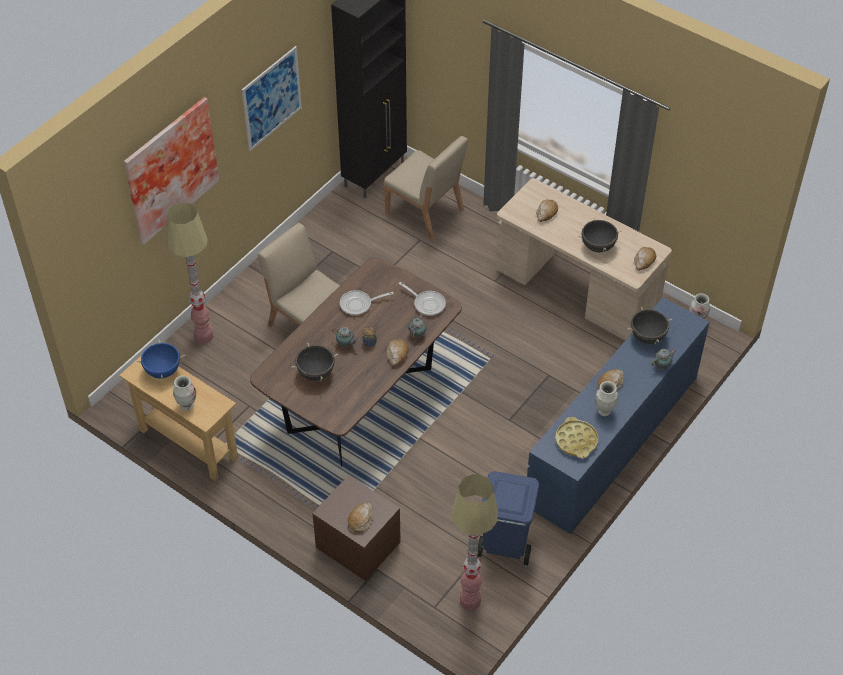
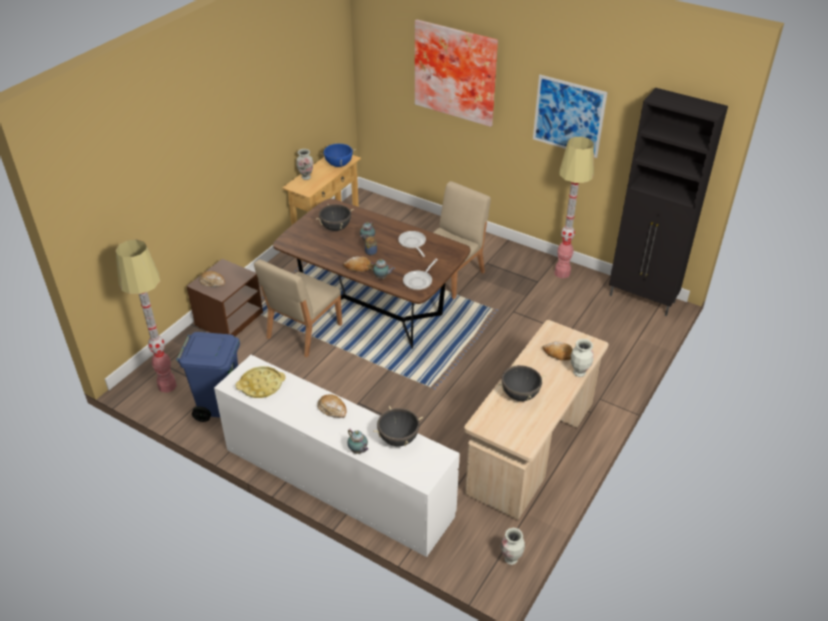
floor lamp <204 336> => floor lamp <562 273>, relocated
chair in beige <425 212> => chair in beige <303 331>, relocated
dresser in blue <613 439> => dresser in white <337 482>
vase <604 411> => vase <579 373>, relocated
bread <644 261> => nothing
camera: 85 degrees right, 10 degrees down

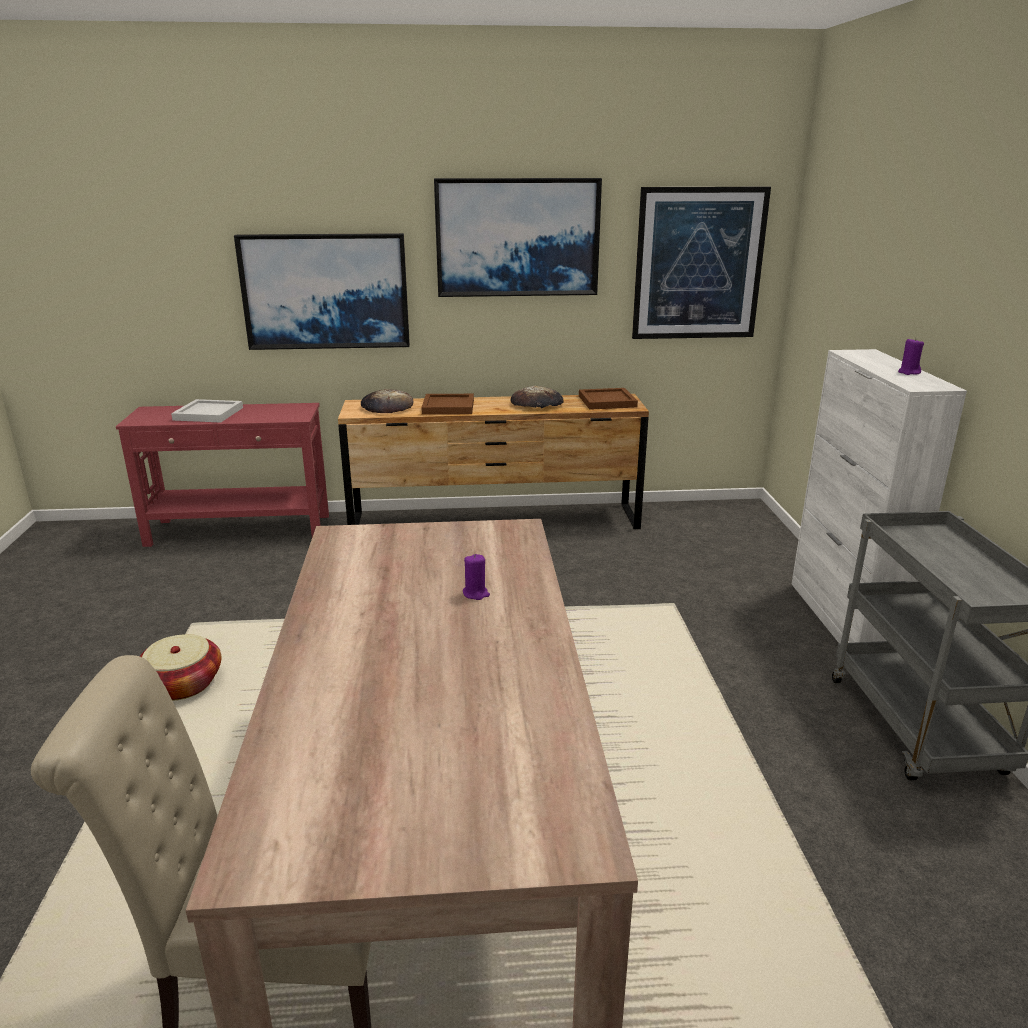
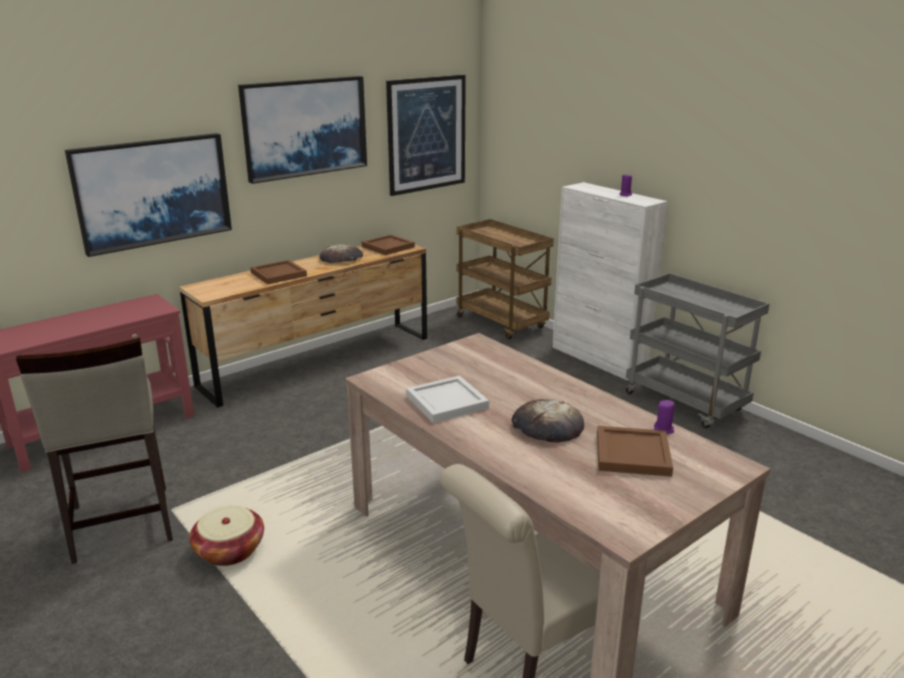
tray in white <209 414> => tray in white <448 402>, relocated
bread <387 406> => bread <547 426>, relocated
candle in purple <476 594> => candle in purple <663 430>, relocated
nothing => stool in beige <121 524>
nothing => cart in brown <502 323>
nothing => tray in brown <631 453>
camera: 35 degrees left, 0 degrees up

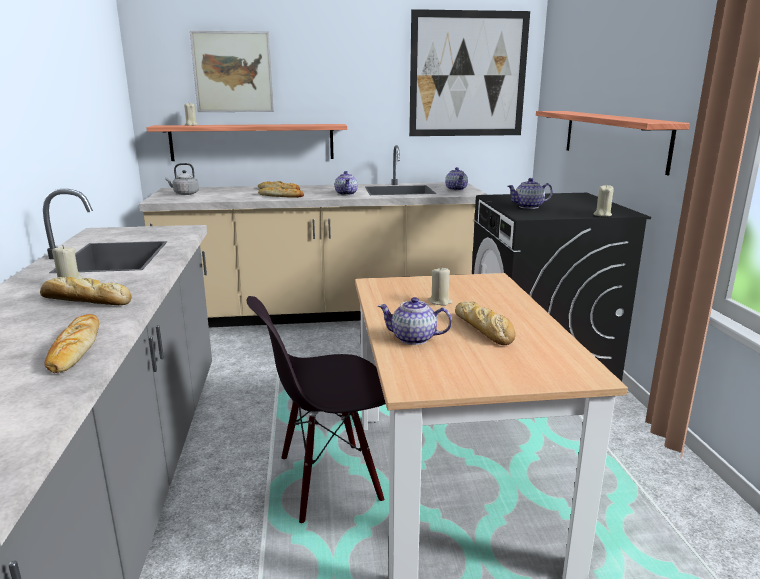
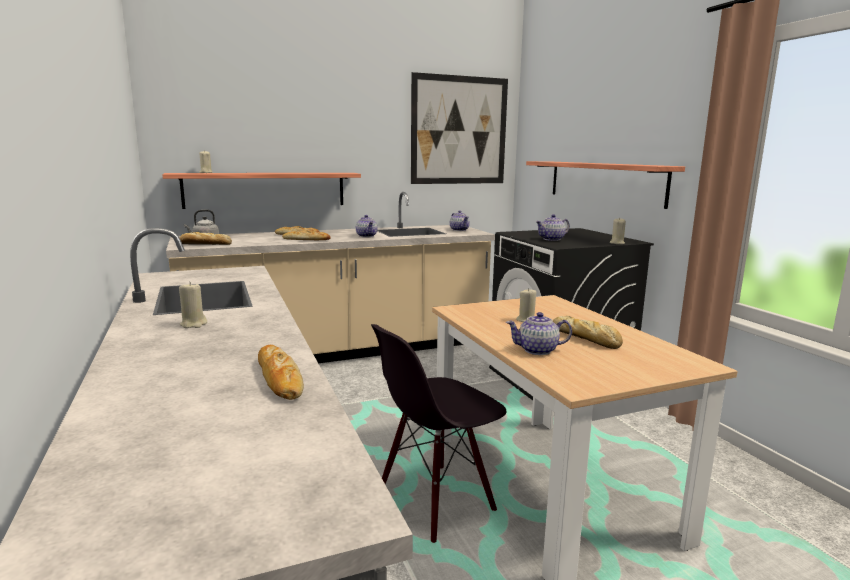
bread <84 301> => bread <204 244>, relocated
picture <233 72> => nothing
camera: 15 degrees left, 5 degrees down

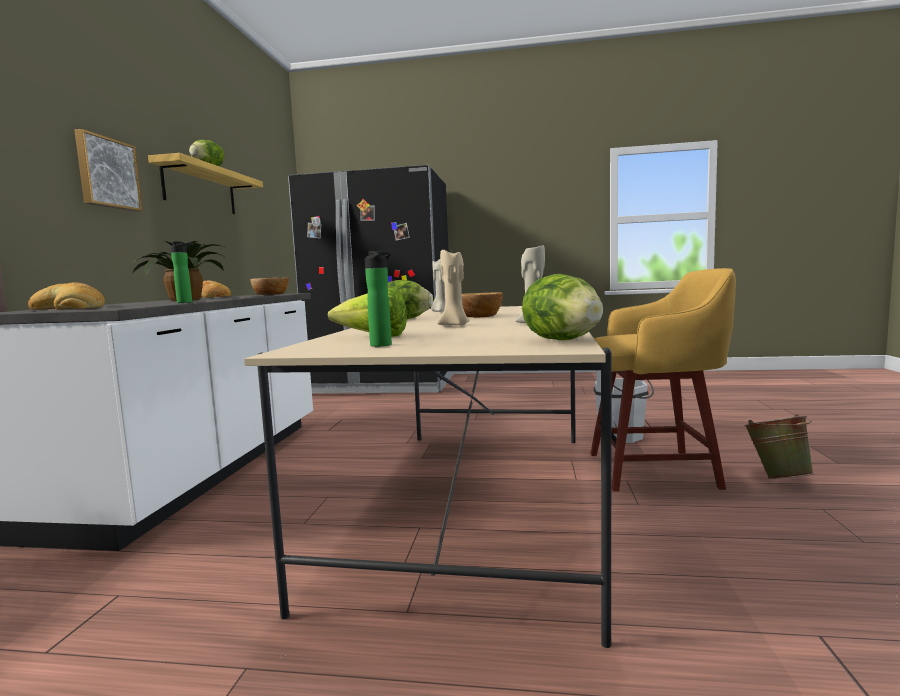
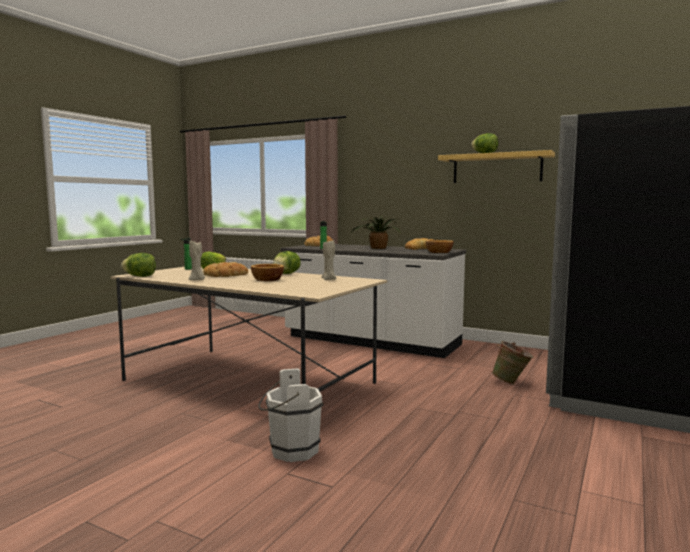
picture <107 173> => nothing
candle in beige <455 325> => bread <226 275>
stool in yellow <657 470> => nothing
bucket in green <777 477> => bucket in green <512 383>, relocated
camera: 110 degrees right, 0 degrees up

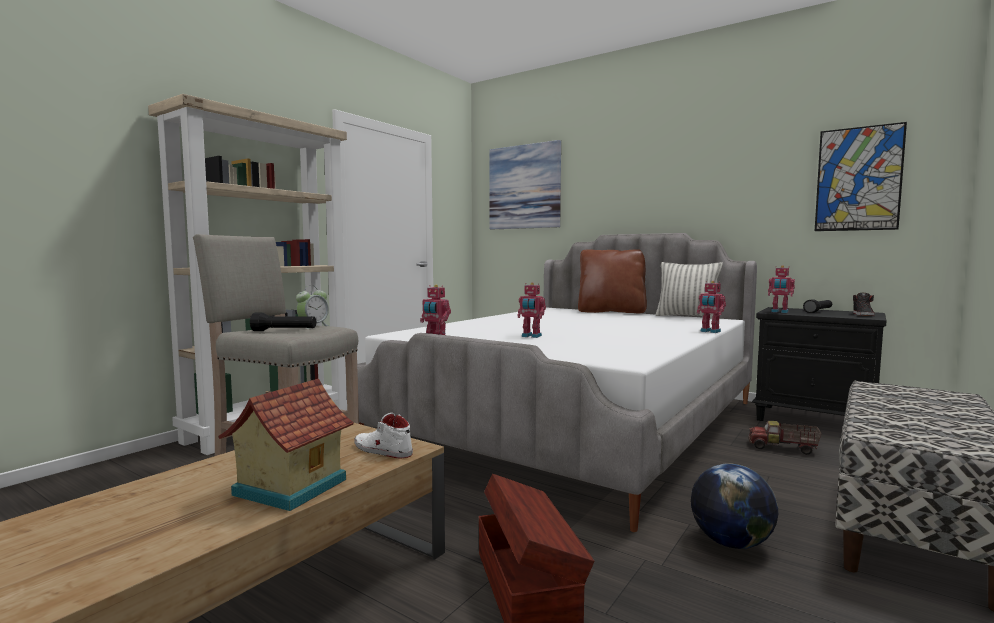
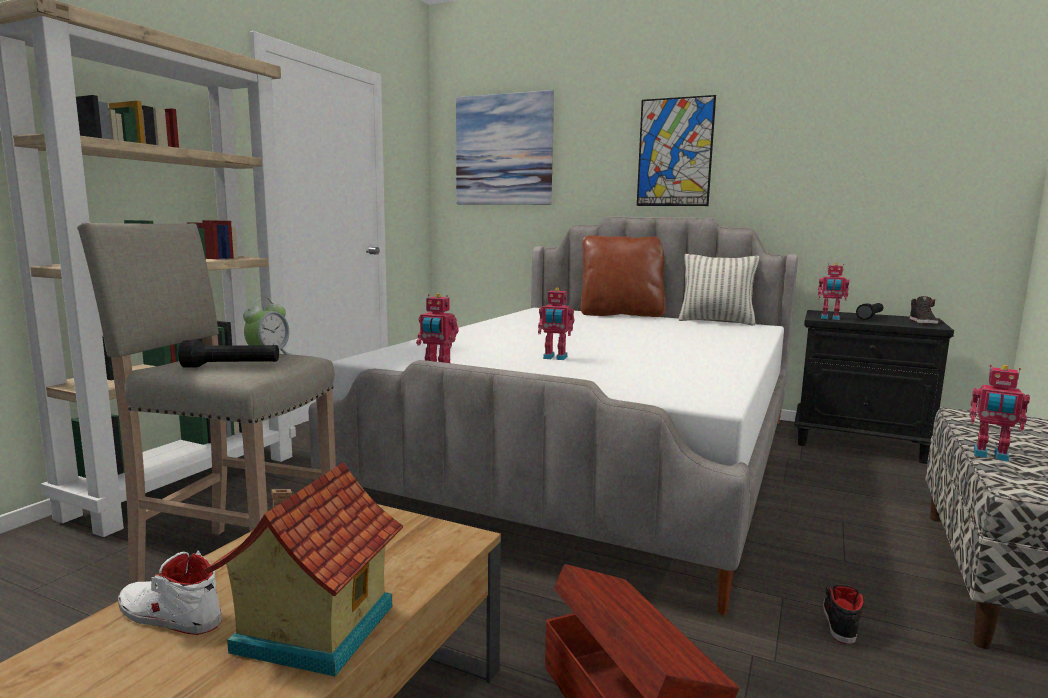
shoe in white <382 450> => shoe in white <168 615>, relocated
globe <730 543> => shoe in black <839 620>
toy robot <710 331> => toy robot <990 455>, relocated
toy truck <783 448> => nothing
picture <858 179> => picture <675 152>, relocated
camera: 10 degrees left, 5 degrees up

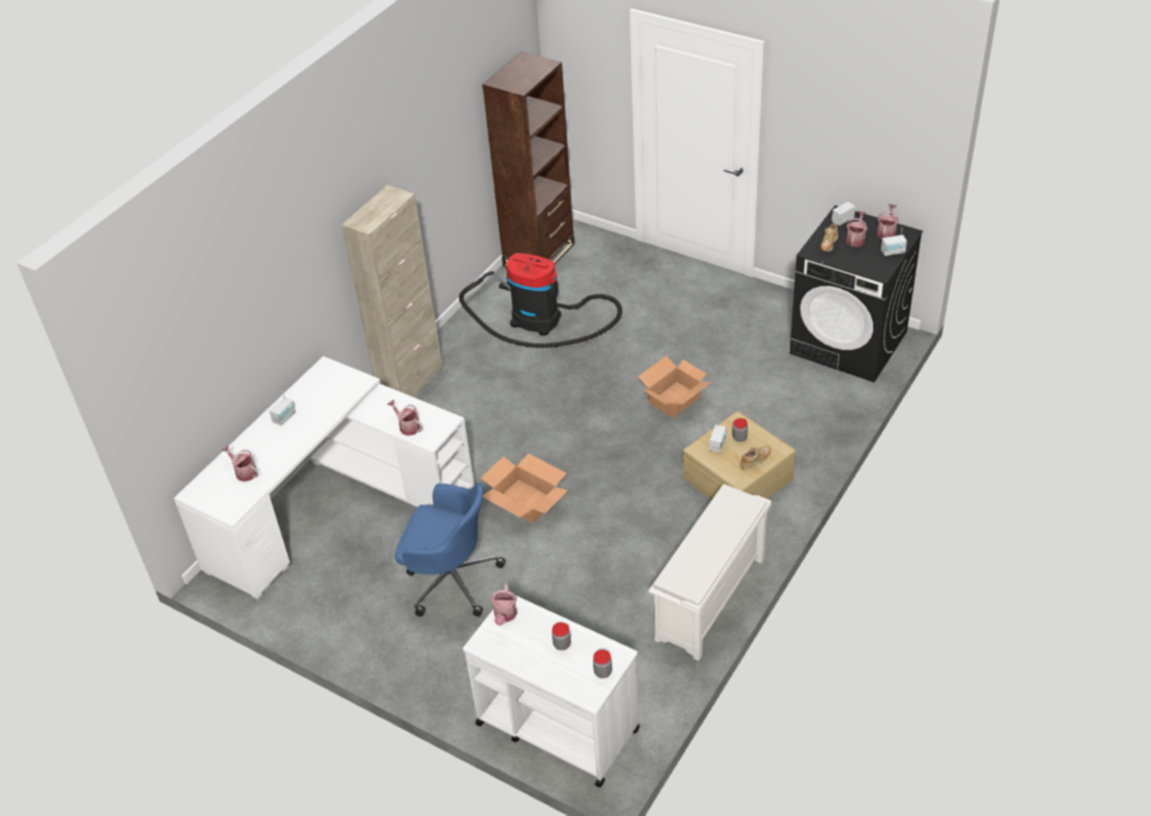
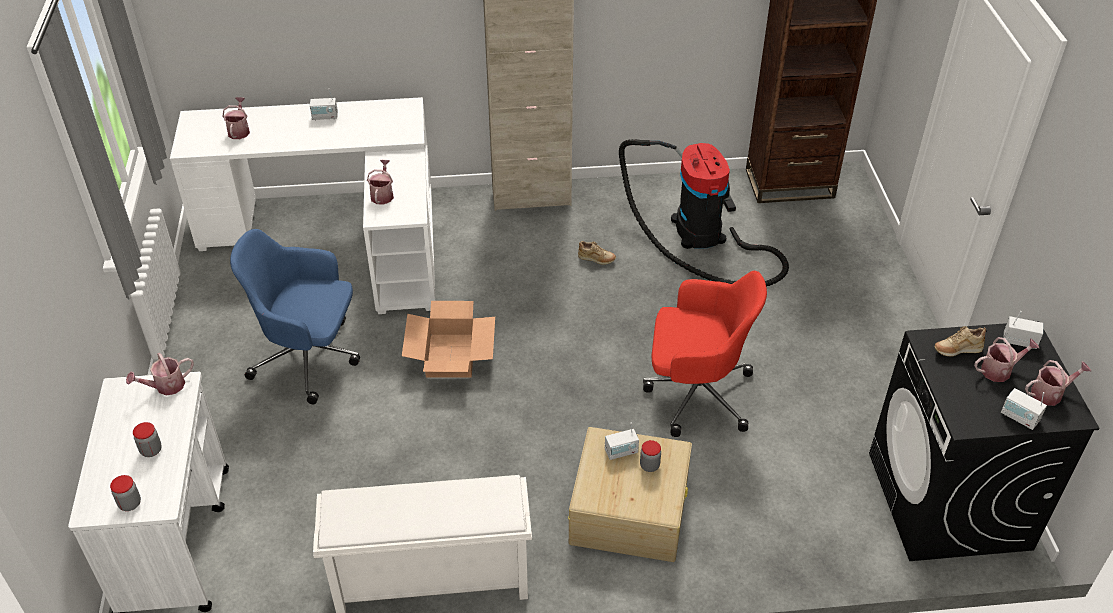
office chair in blue <450 579> => office chair in blue <309 358>, 120 degrees clockwise
cardboard box <675 399> => office chair in red <696 393>
shoe in beige <756 461> => shoe in beige <596 259>, relocated
camera: 50 degrees right, 0 degrees up

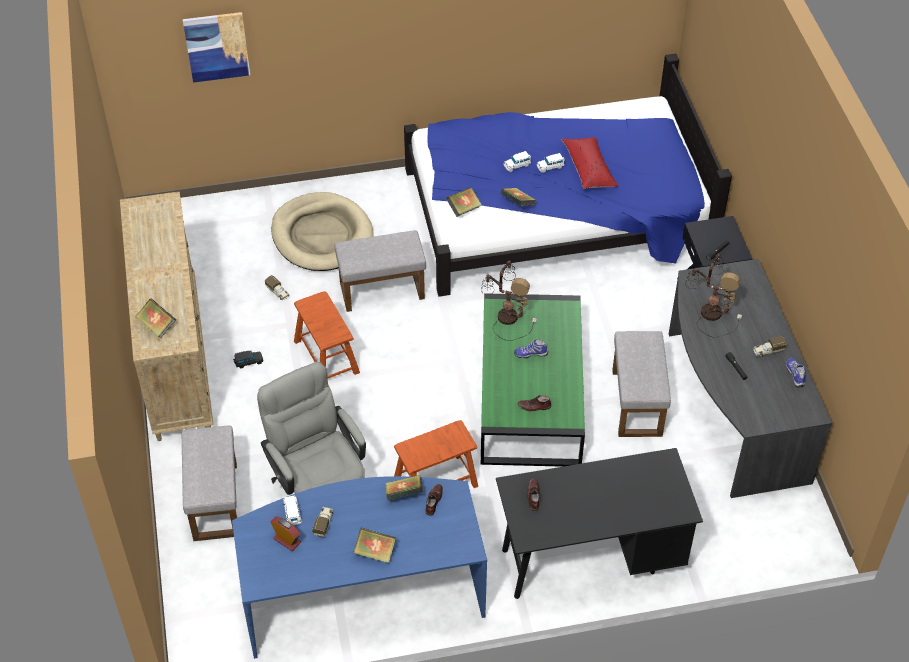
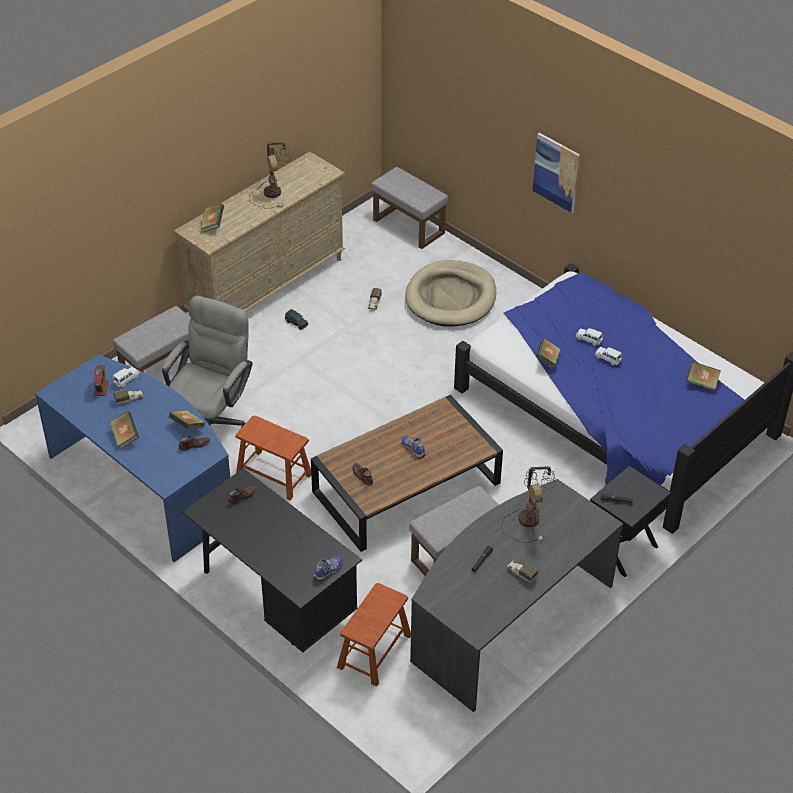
picture <217 46> => picture <556 172>, relocated
stool in brown <326 357> => stool in brown <374 651>, relocated
ottoman in grey <381 291> => ottoman in grey <407 226>, relocated
book <464 209> => book <702 383>, relocated
table lamp <506 316> => table lamp <273 192>, relocated
coffee table in green <531 394> => coffee table in brown <406 488>
pillow in red <588 169> => nothing
shoe <795 375> => shoe <328 571>, relocated
camera: 55 degrees right, 5 degrees down

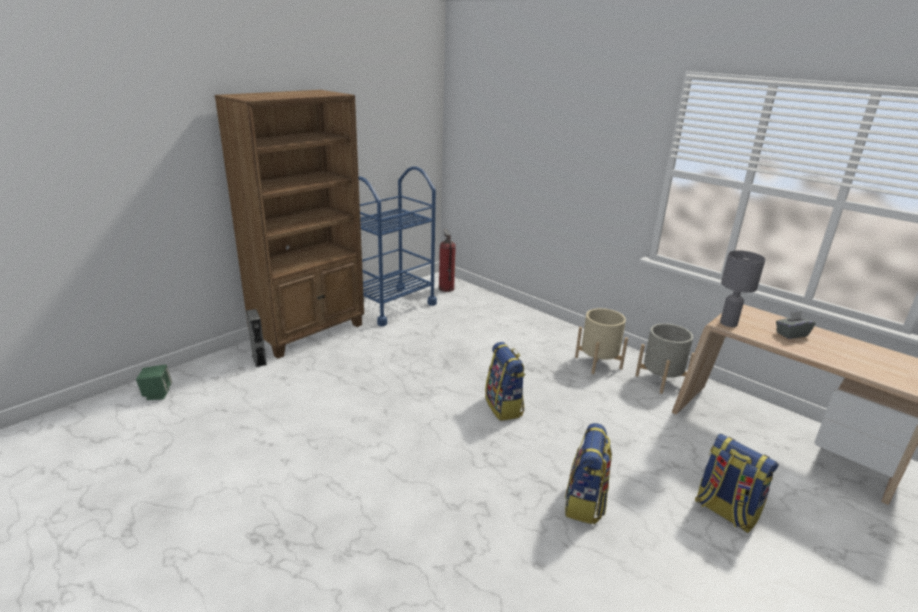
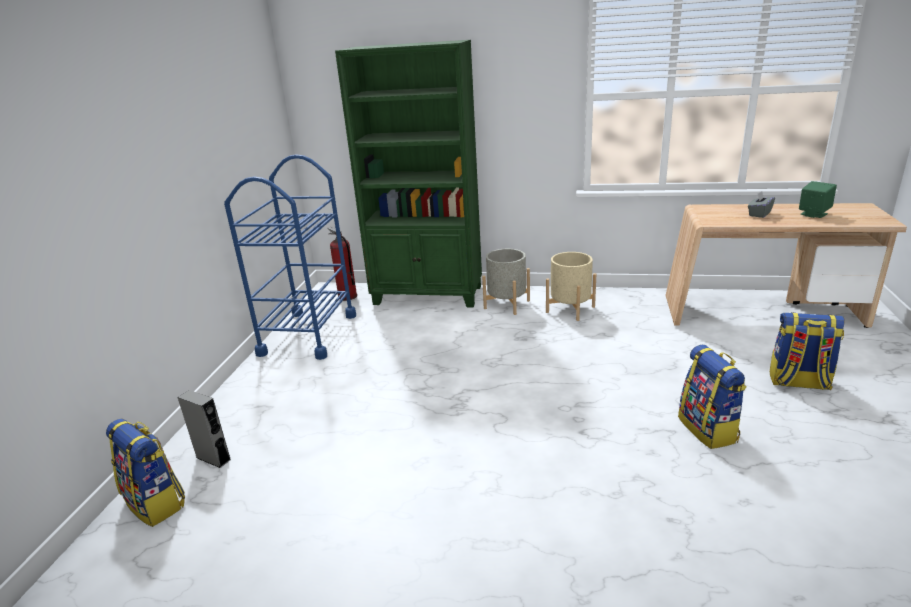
speaker in green <157 394> => speaker in green <813 214>, relocated
bookcase in brown <310 332> => nothing
backpack <504 407> => backpack <156 503>, relocated
planter in grey <661 380> => planter in grey <507 304>, relocated
table lamp in grey <728 323> => nothing
nothing => bookcase in green <428 296>
camera: 30 degrees left, 0 degrees up

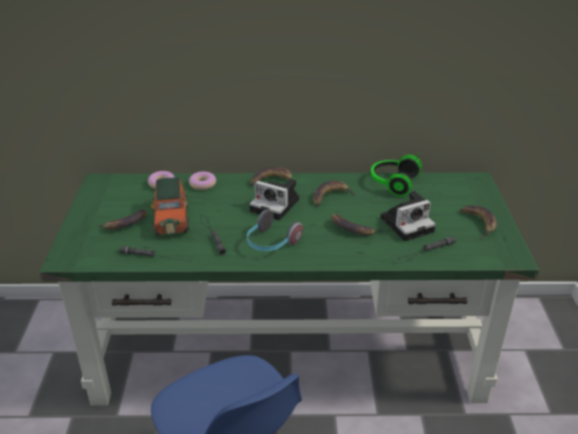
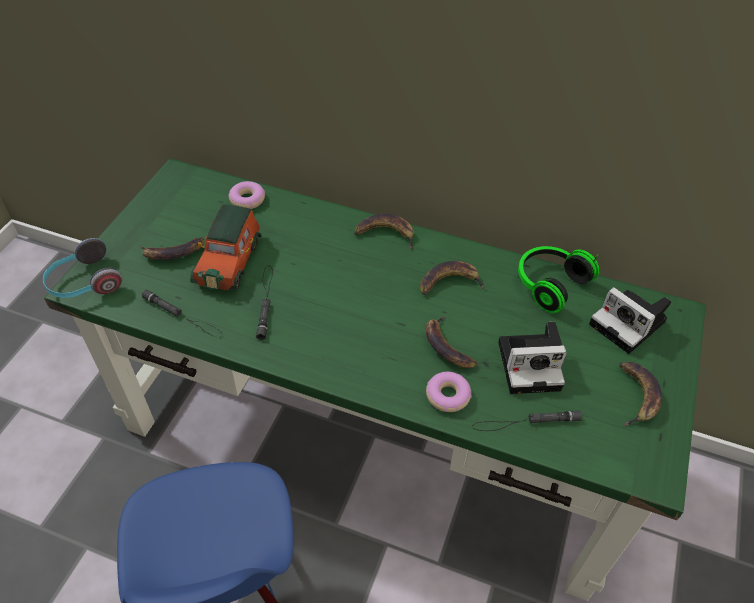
donut <202 184> => donut <448 396>, relocated
headphones <271 243> => headphones <84 283>, relocated
photo camera <277 205> => photo camera <630 324>, relocated
camera: 20 degrees right, 15 degrees up

